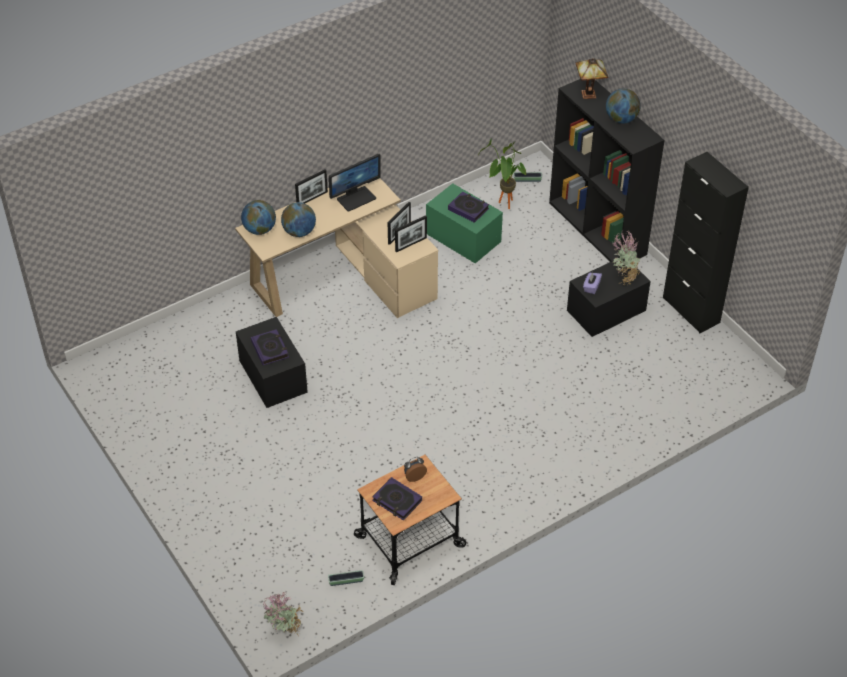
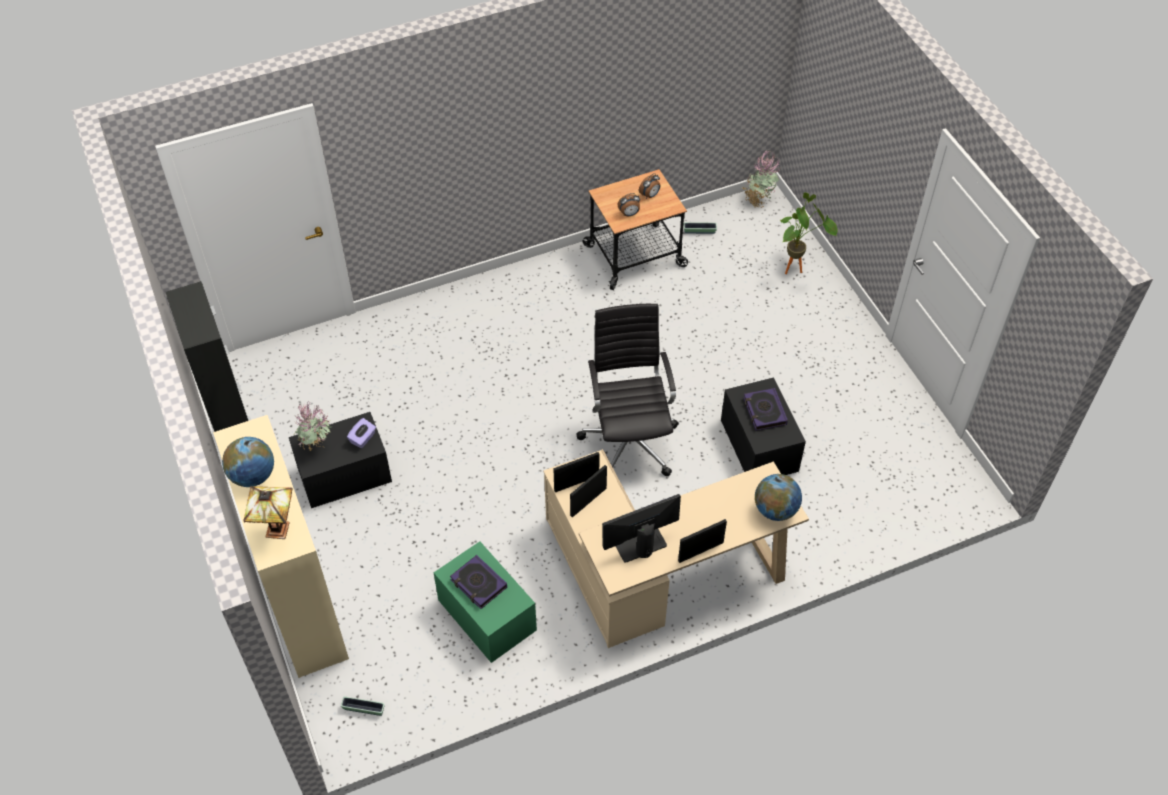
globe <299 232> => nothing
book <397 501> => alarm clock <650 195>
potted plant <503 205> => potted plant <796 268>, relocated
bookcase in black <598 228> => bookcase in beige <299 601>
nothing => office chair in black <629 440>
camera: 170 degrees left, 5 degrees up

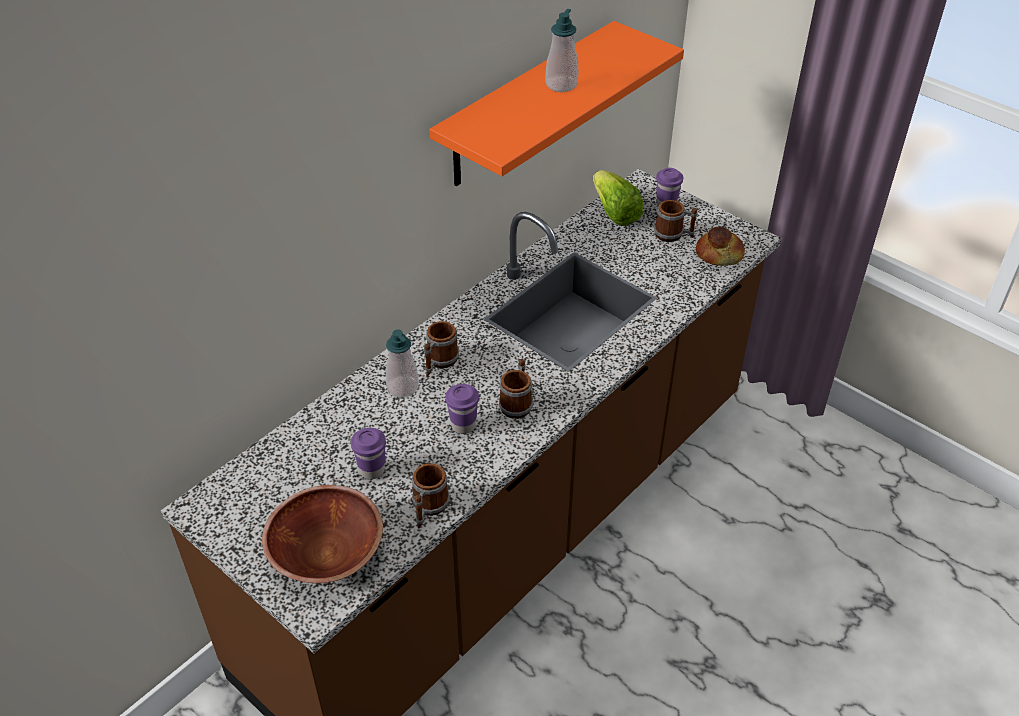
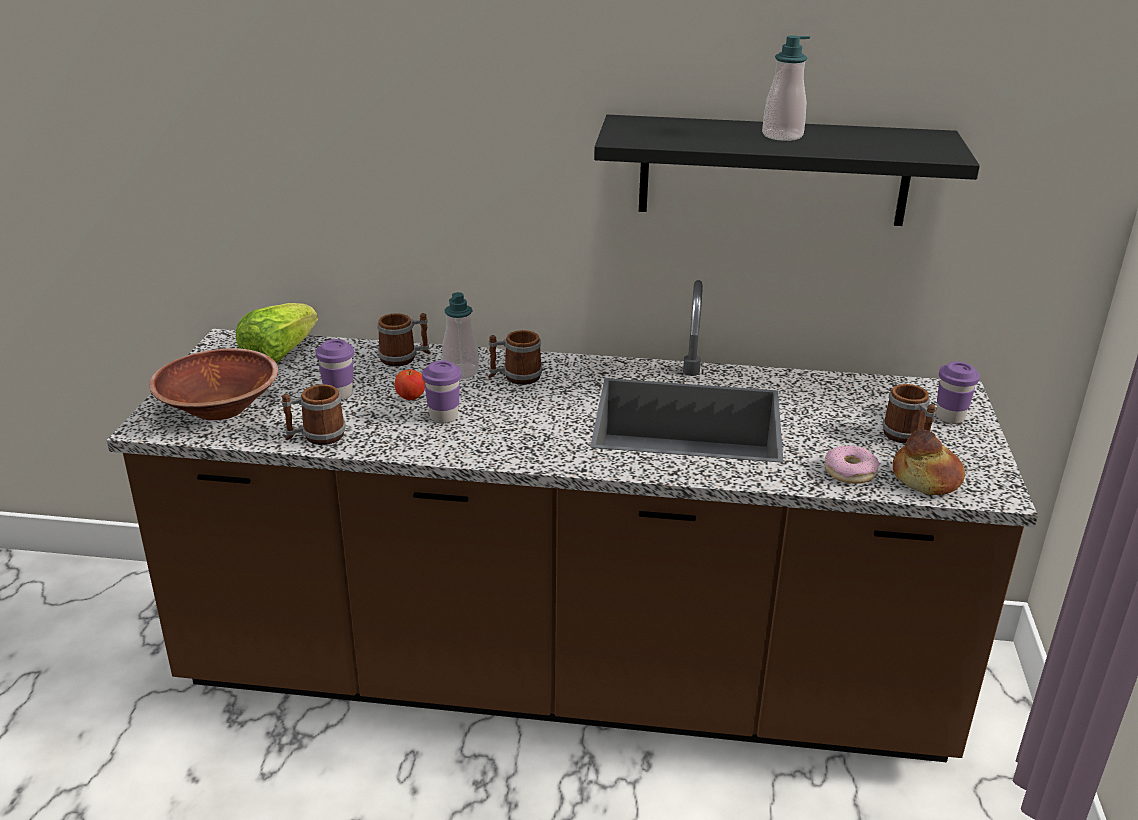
shelf in orange <527 105> => shelf in black <773 171>
mug <517 403> => mug <404 358>, relocated
lettuce <614 212> => lettuce <278 354>, relocated
nothing => apple <411 398>
nothing => donut <850 472>
camera: 55 degrees right, 15 degrees down

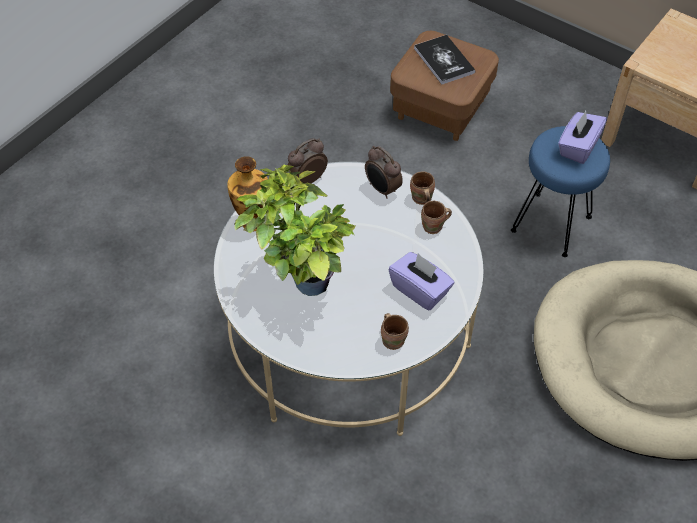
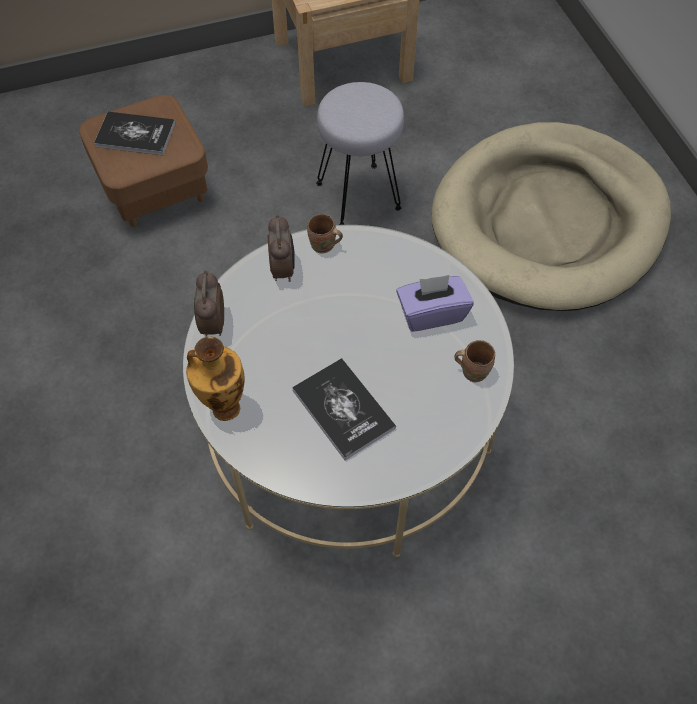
potted plant <301 283> => book <343 409>
alarm clock <382 189> => alarm clock <283 269>, 90 degrees counterclockwise
mug in brown <434 227> => nothing
stool in blue <552 225> => stool in grey <359 195>
tissue box in purple <578 147> => nothing
camera: 55 degrees left, 5 degrees up

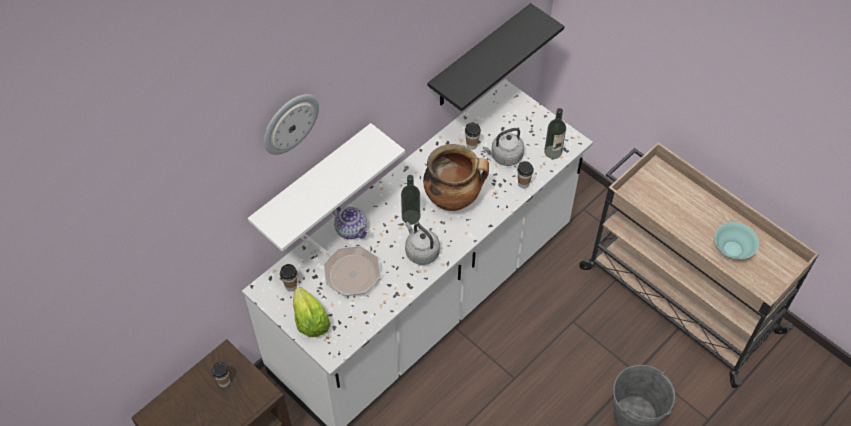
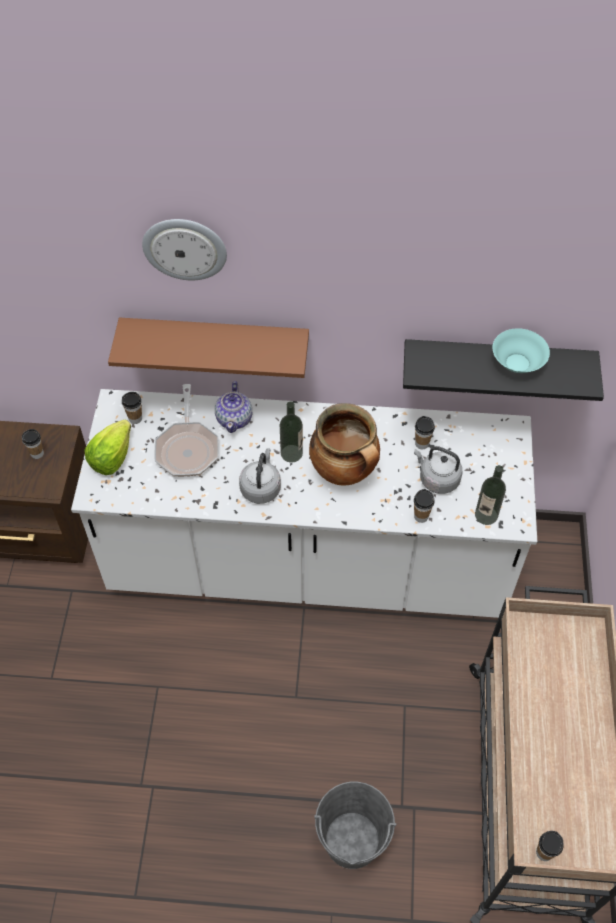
shelf in white <313 184> => shelf in brown <215 343>
bowl in turquoise <732 249> => bowl in turquoise <516 363>, relocated
nothing => cup <544 852>
camera: 50 degrees right, 0 degrees up

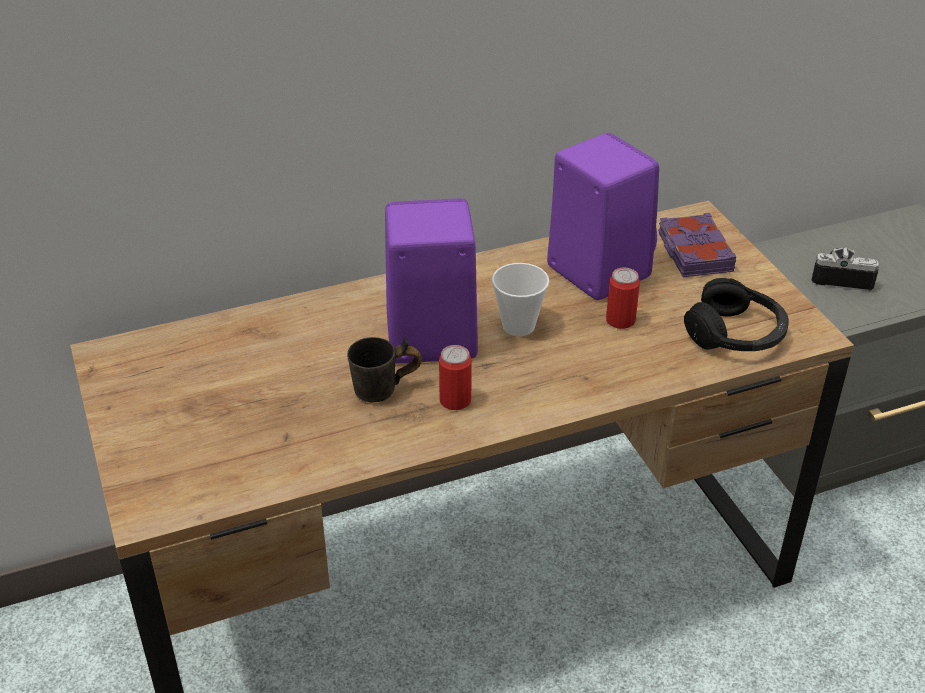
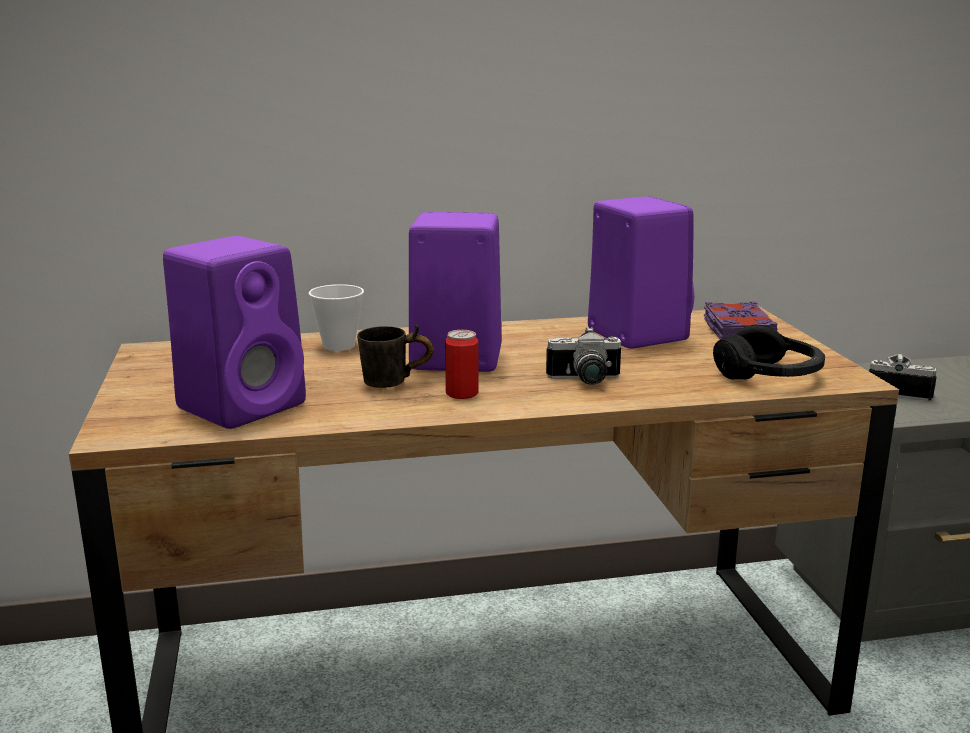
cup <518 326> => cup <339 345>, relocated
can <620 320> => nothing
nothing => speaker in purple <244 405>
nothing => photo camera <584 380>
camera: 10 degrees right, 20 degrees down

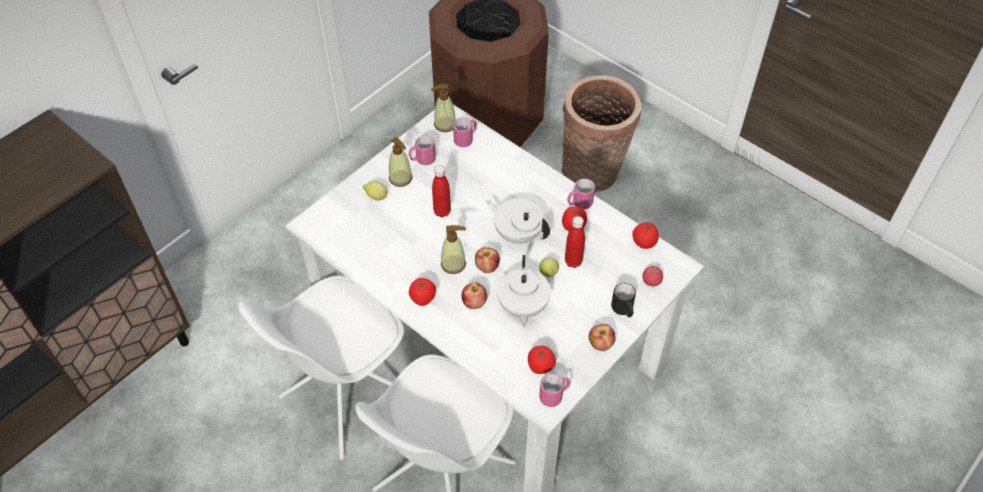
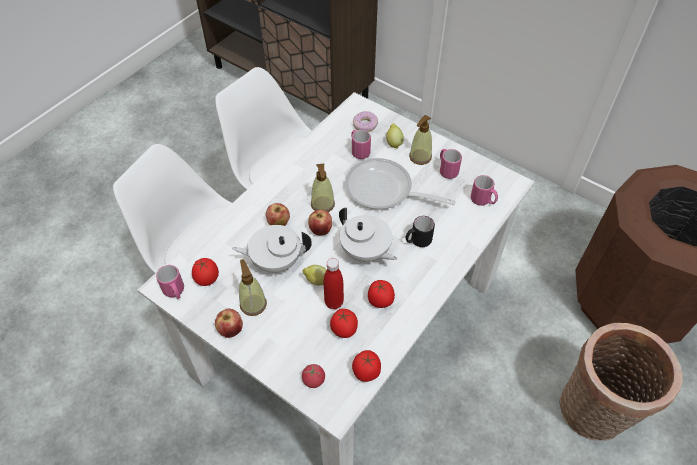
tomato <423 299> => tomato <344 330>, relocated
soap dispenser <445 124> => soap dispenser <253 304>, relocated
bottle in red <442 211> => frying pan <384 191>
teapot in white <518 233> => teapot in white <365 252>, 105 degrees clockwise
mug in pink <579 203> => mug in pink <359 151>, relocated
mug in black <623 310> => mug in black <417 241>, relocated
nothing => donut <365 125>
camera: 85 degrees right, 0 degrees up

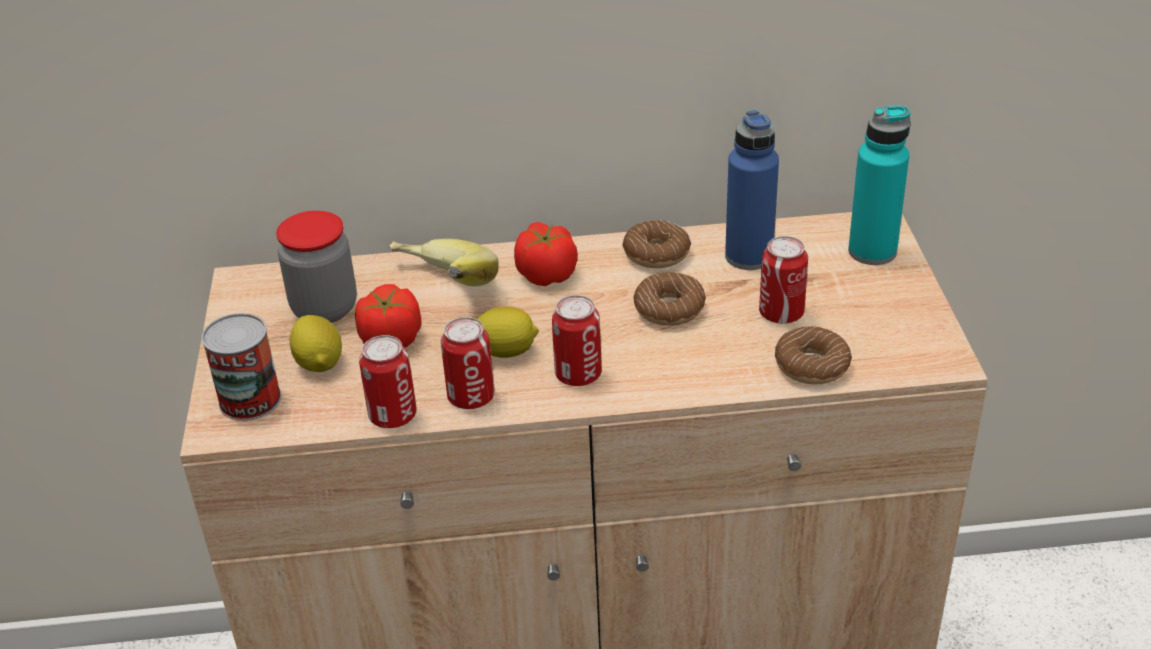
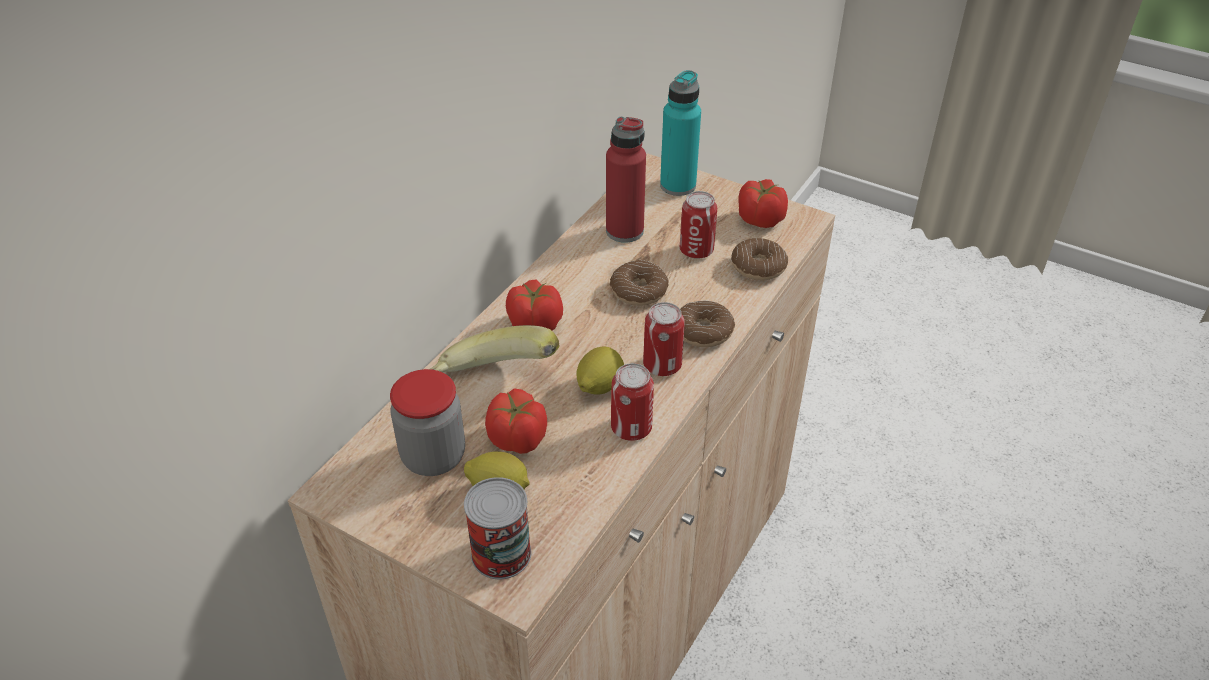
can <393 416> => nothing
donut <656 254> => donut <703 331>, relocated
bottle in blue <749 256> => bottle in red <624 231>
nothing => tomato <760 219>
camera: 55 degrees left, 5 degrees up

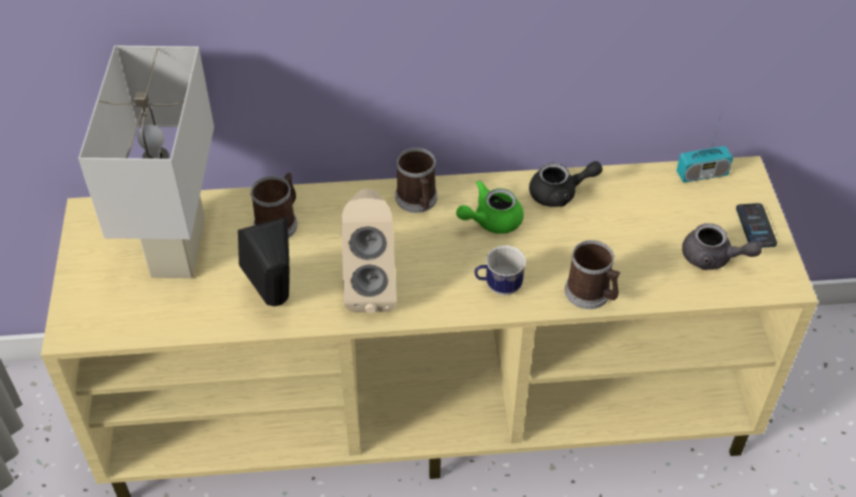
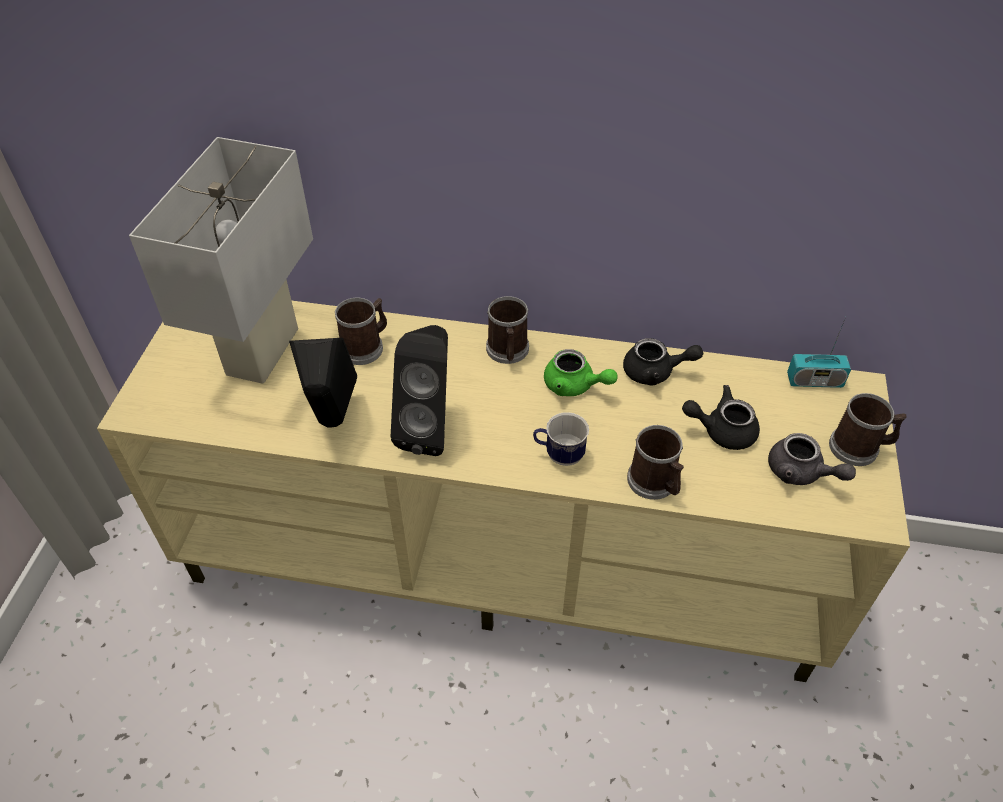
speaker in beige <371 288> => speaker in black <430 429>
teapot in green <491 221> => teapot in green <574 386>, 135 degrees counterclockwise
phone <755 226> => mug <859 448>
nothing => teapot in black <721 430>
camera: 15 degrees right, 0 degrees up

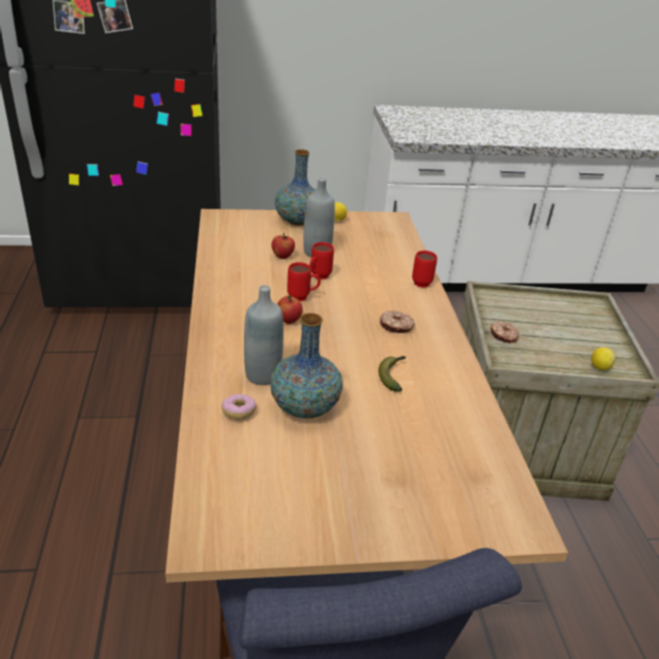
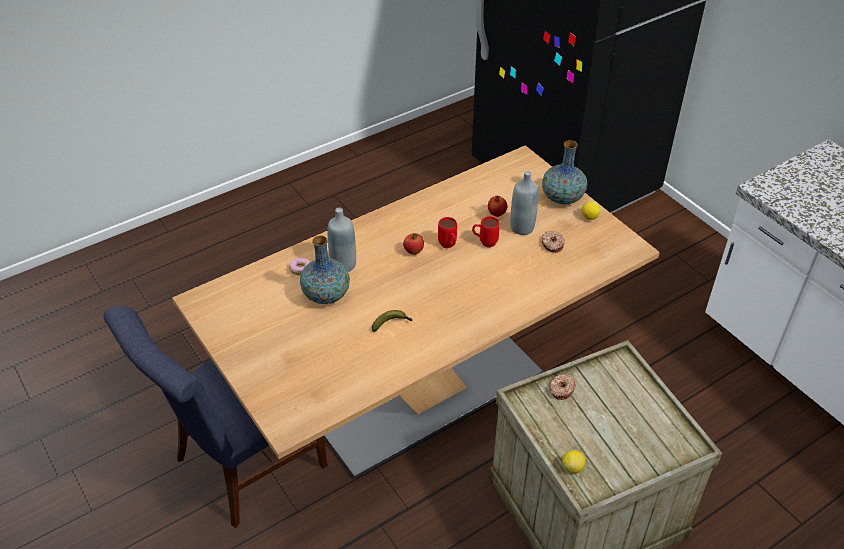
donut <396 327> => donut <552 245>, relocated
mug in red <421 281> => nothing
camera: 65 degrees right, 10 degrees up

